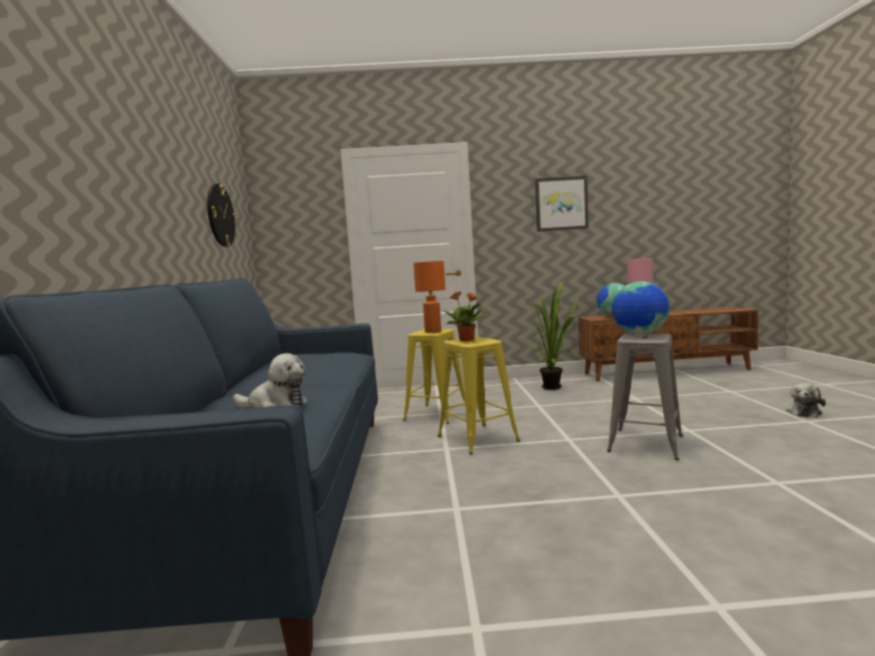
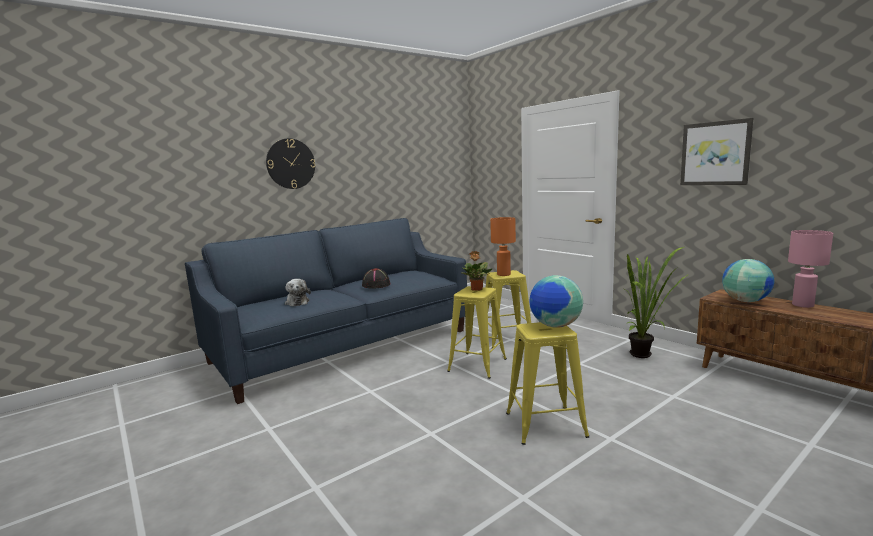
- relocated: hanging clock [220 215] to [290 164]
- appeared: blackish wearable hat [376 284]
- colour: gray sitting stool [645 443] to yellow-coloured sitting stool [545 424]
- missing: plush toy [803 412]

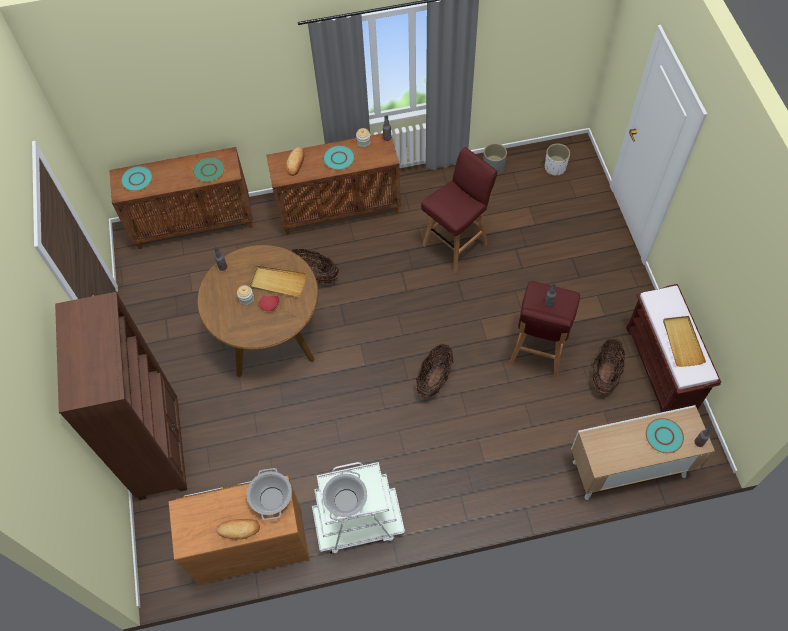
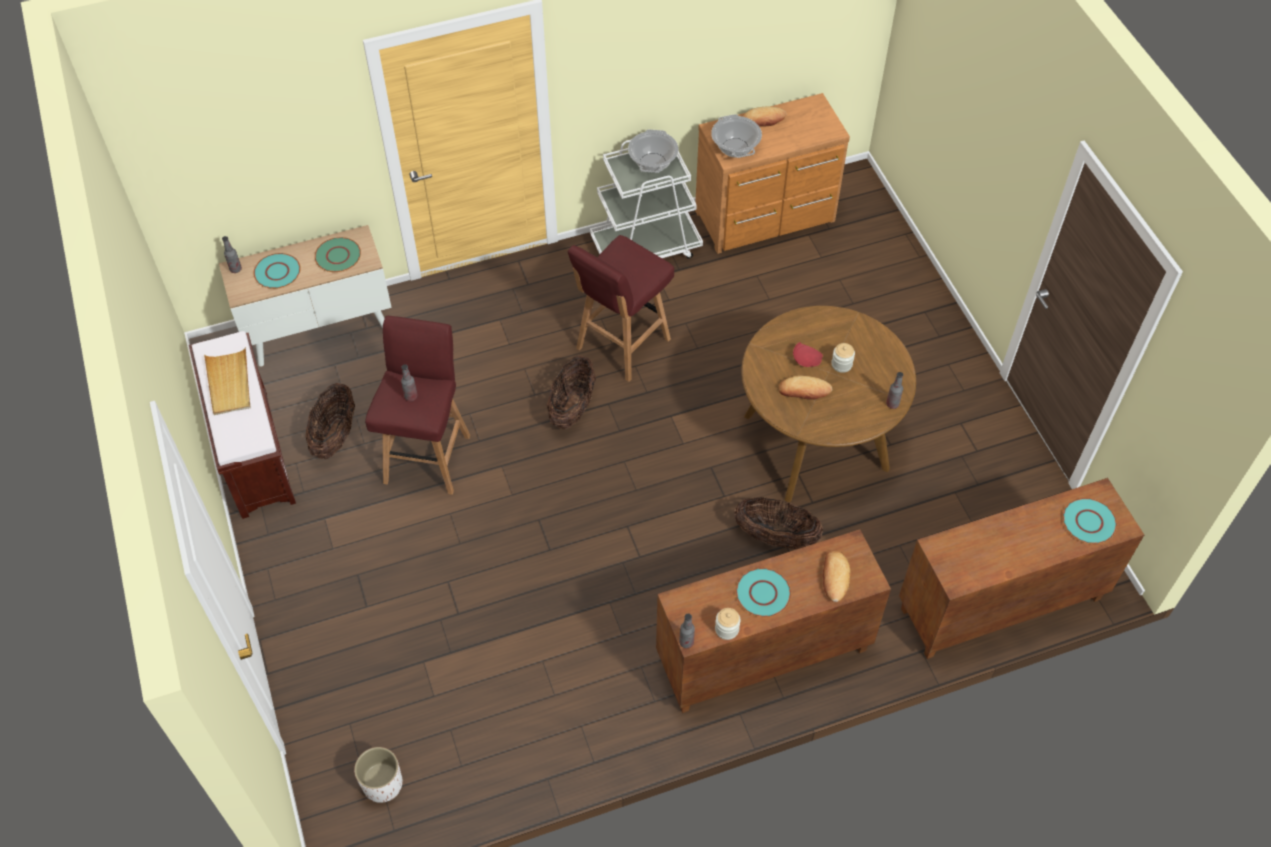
- relocated: greenish dinner plate [209 170] to [338 255]
- relocated: red sitting stool [456 244] to [621 345]
- exchanged: beige serving tray [278 282] to bakery bread [804 390]
- missing: brown shelving unit [160 449]
- missing: gray flower pot [493 167]

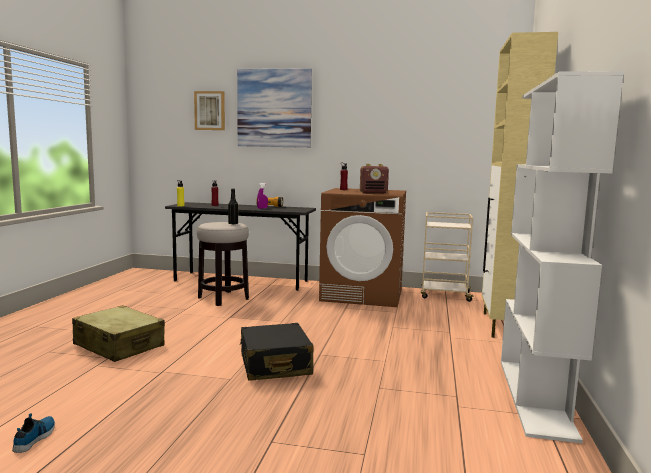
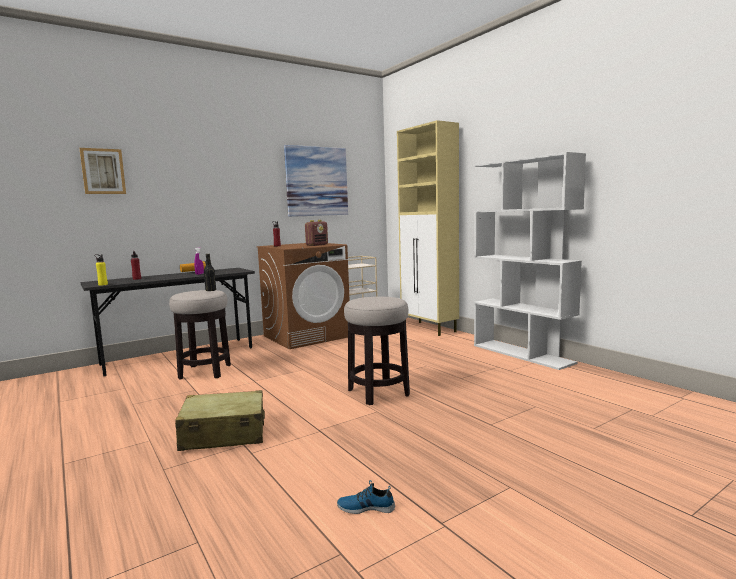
- relocated: picture [274 108] to [316 181]
- spun: item of footwear [36 437] = [366 507] 45 degrees counterclockwise
- exchanged: blackish piece of luggage [275 365] to sitting stool [378 392]

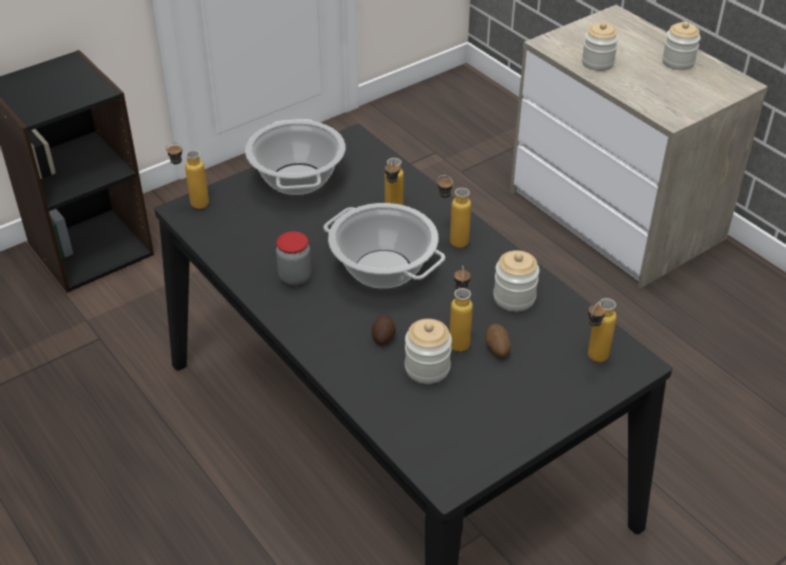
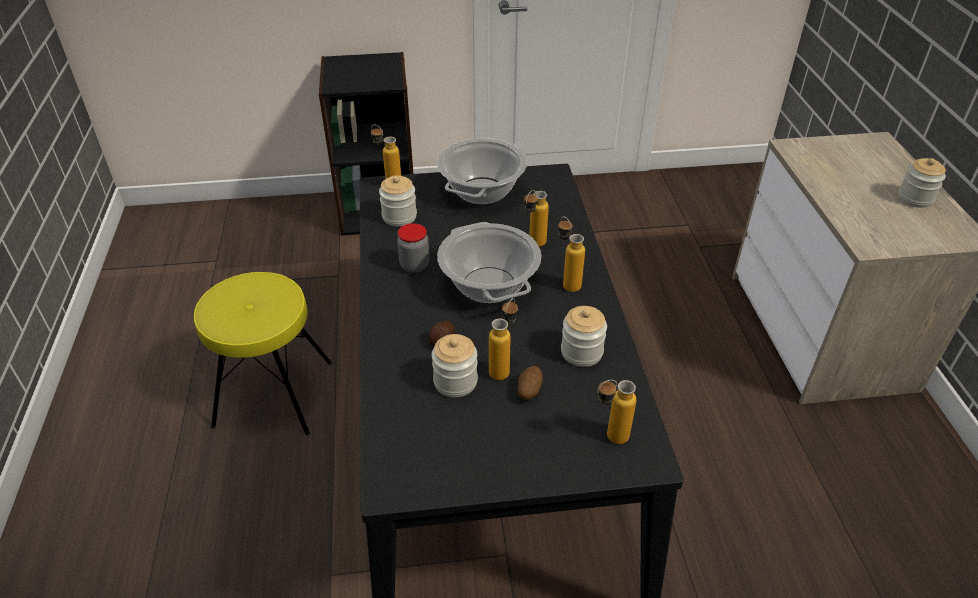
- appeared: yellow-coloured sitting stool [273 393]
- relocated: storage jar [597 63] to [399 216]

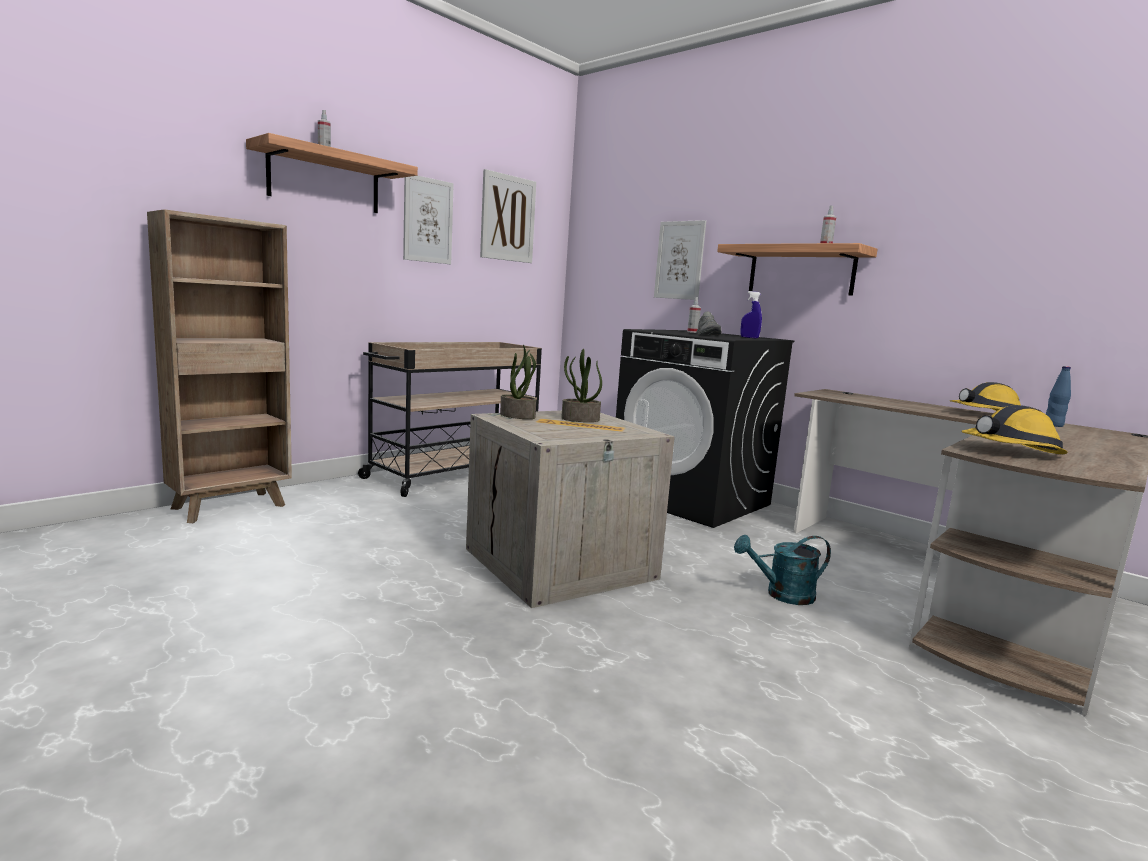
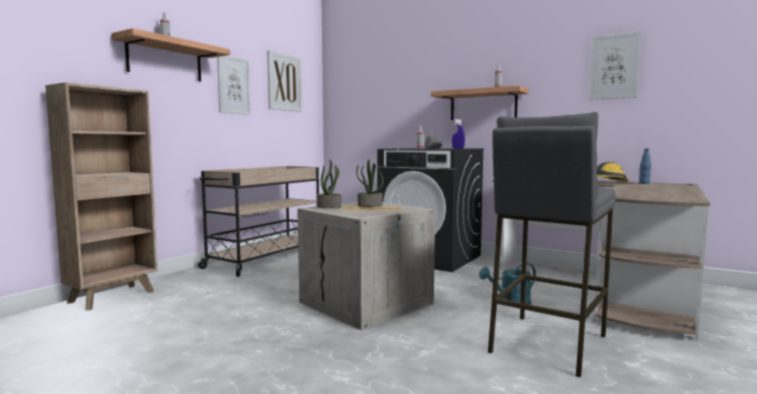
- appeared: gray sitting stool [546 343]
- relocated: picture [679 260] to [614 66]
- missing: safety helmet [1010 451]

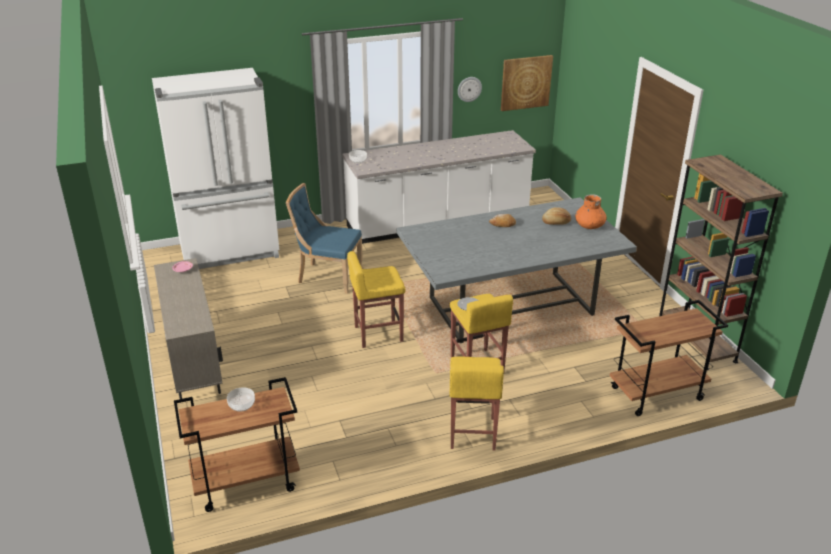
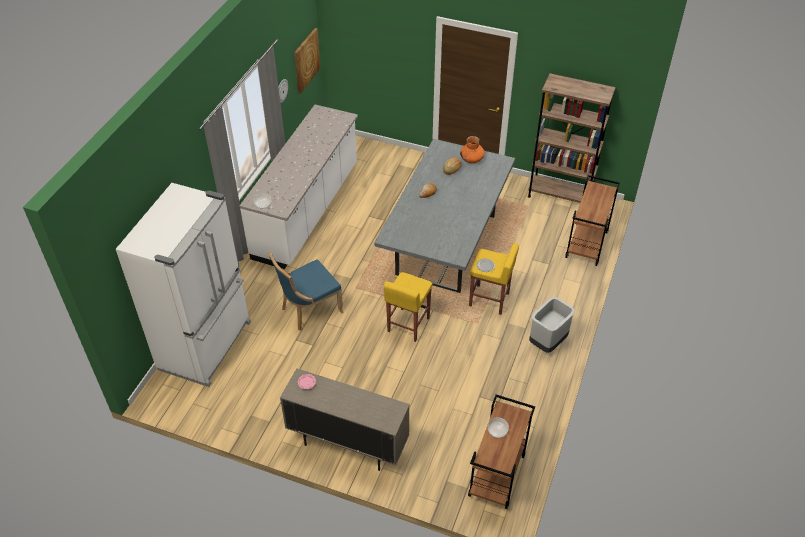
- exchanged: yellow-coloured sitting stool [472 433] to gray rubbish bin [548 342]

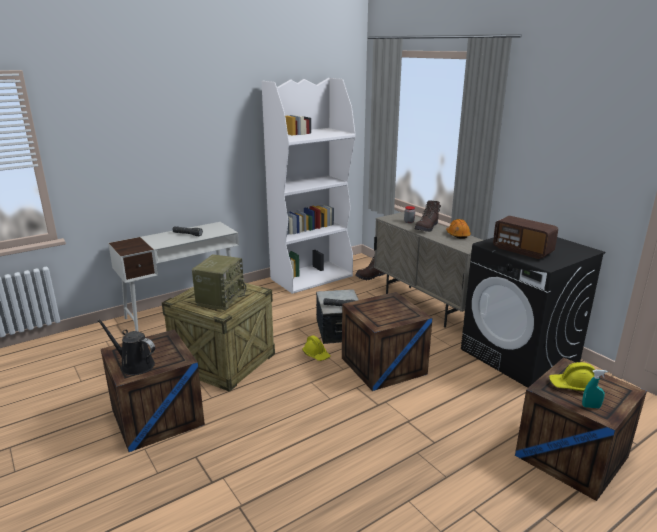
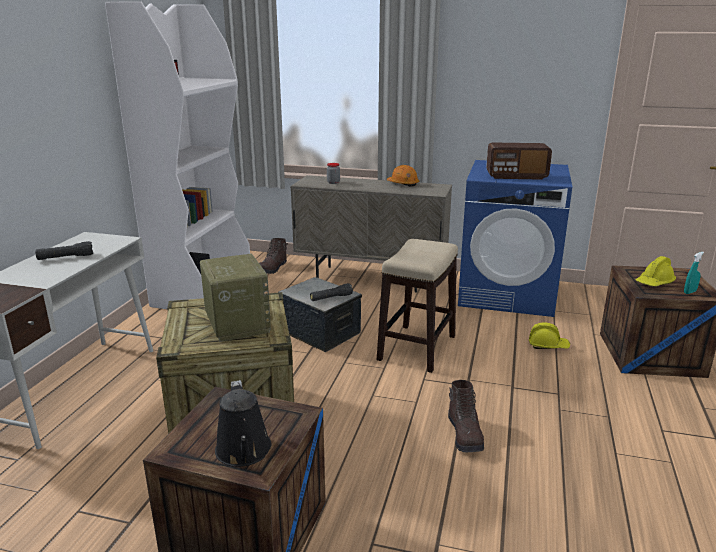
- spun: blackish sprinkling can [134 365] = [244 452] 90 degrees counterclockwise
- exchanged: crate [383 366] to sitting stool [417 348]
- relocated: brown high-top boot [427 228] to [465 435]
- colour: blackish laundry machine [520 356] to blue laundry machine [507 294]
- relocated: yellow-coloured safety helmet [316 355] to [548 345]

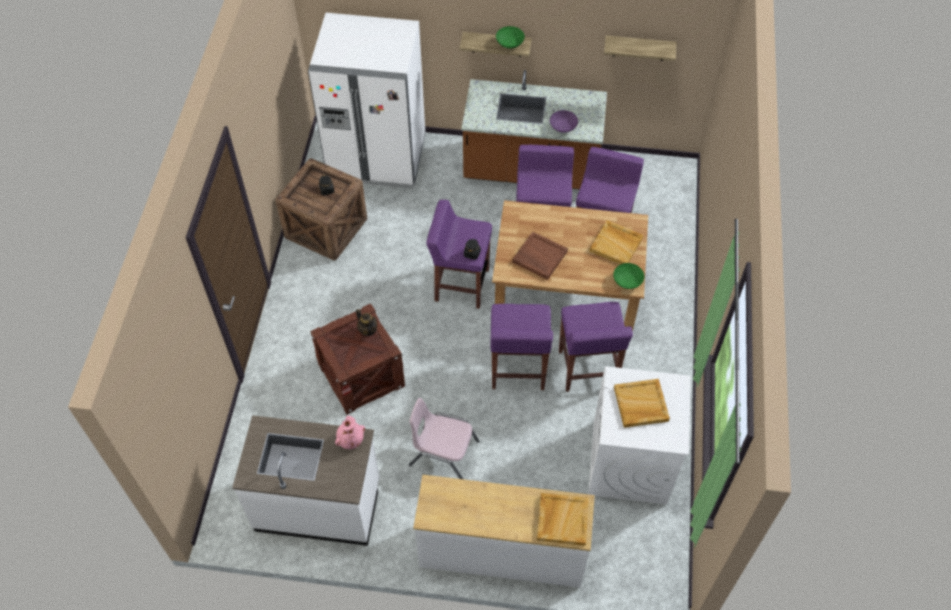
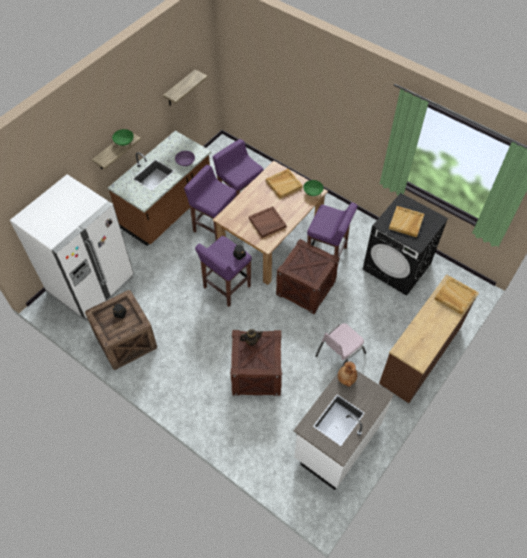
- exchanged: purplish sitting stool [517 370] to crate [306 288]
- colour: pink-coloured flower vase [350 440] to brown flower vase [346 379]
- colour: white laundry machine [629 462] to blackish laundry machine [397 266]
- colour: white chest of drawers [502 553] to brown chest of drawers [420 355]

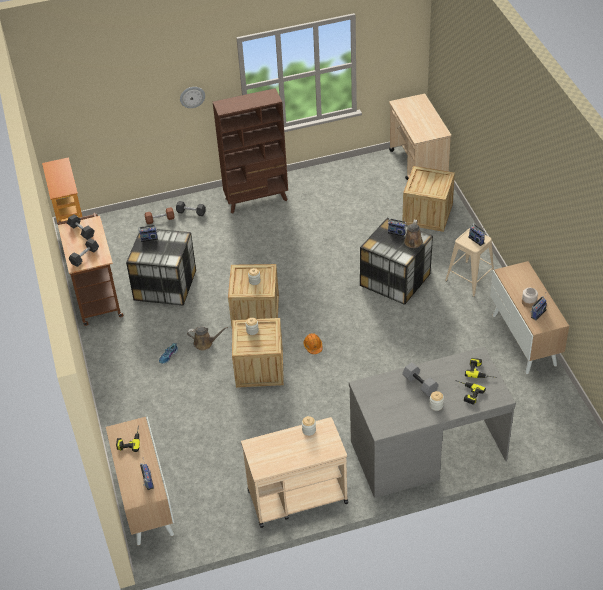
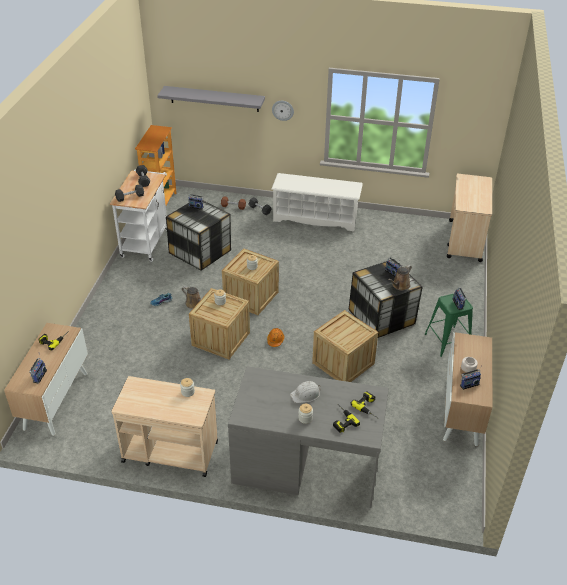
- colour: brown wheeled cart [96 296] to white wheeled cart [146 241]
- appeared: gray bracket shelf [214 99]
- exchanged: brown shelving unit [257 199] to white shoe stand [316 218]
- exchanged: gray dumbbell [420 384] to white safety helmet [306 394]
- relocated: crate [427 214] to [343 363]
- colour: beige sitting stool [470 279] to greenish sitting stool [447 341]

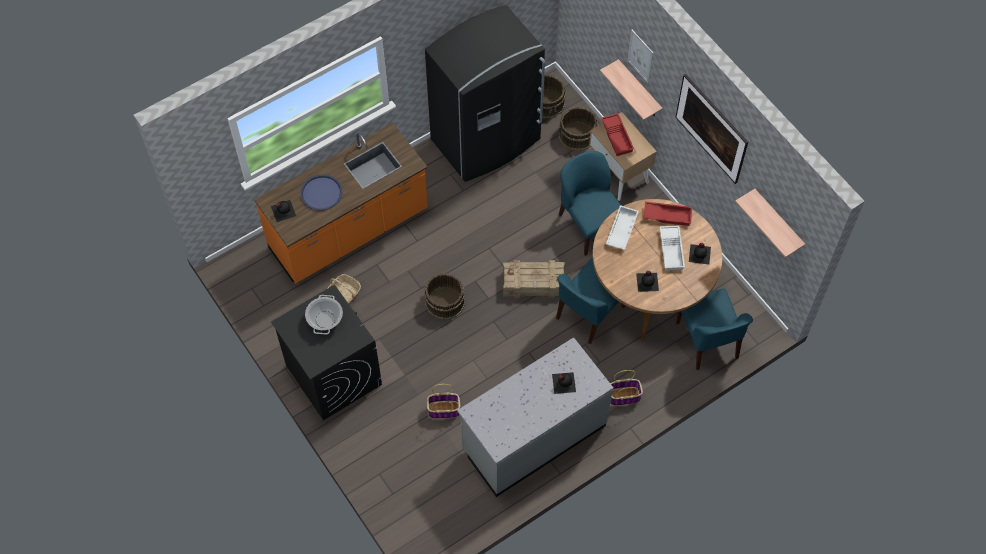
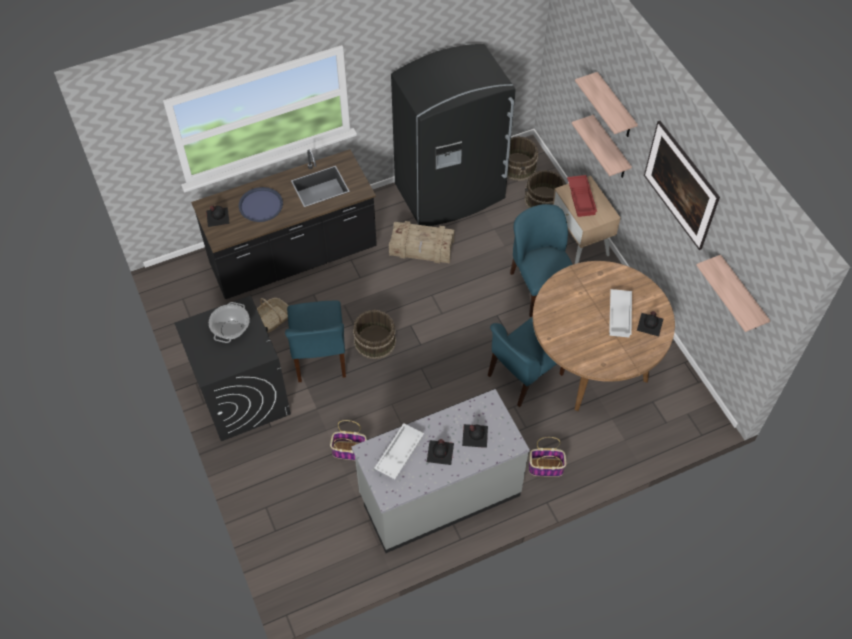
- colour: orange-coloured kitchen base unit [349 231] to blackish kitchen base unit [293 258]
- relocated: blue plain chair [707 341] to [320 356]
- relocated: white serving tray [621 230] to [399 453]
- relocated: crate [534 284] to [422 248]
- relocated: blackish drink bottle [647 281] to [440 452]
- exchanged: picture [640 56] to bracket shelf [615 107]
- missing: red serving tray [667 215]

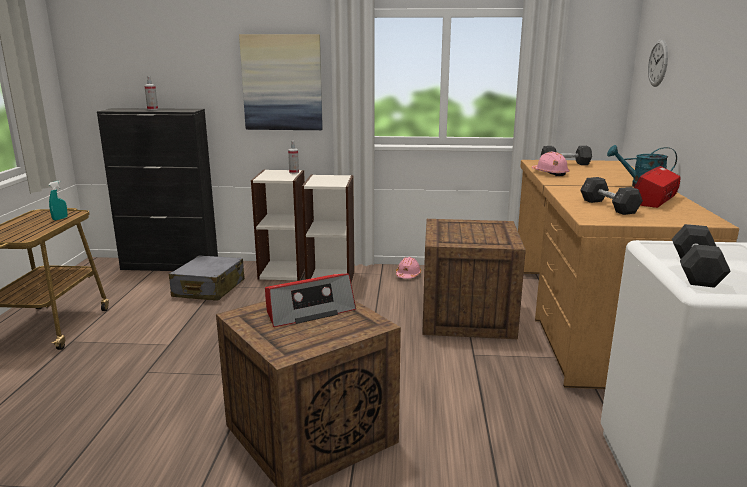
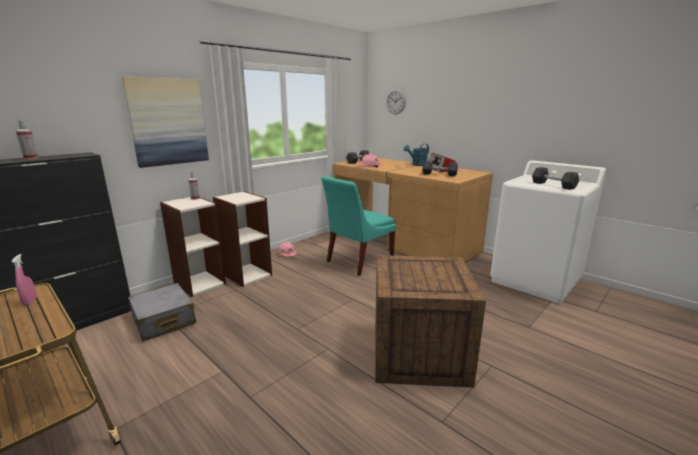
- colour: turquoise hand sprayer [60 219] to pink-coloured hand sprayer [30 301]
- exchanged: crate [465 315] to turquoise plain chair [357 261]
- missing: radio receiver [309 311]

